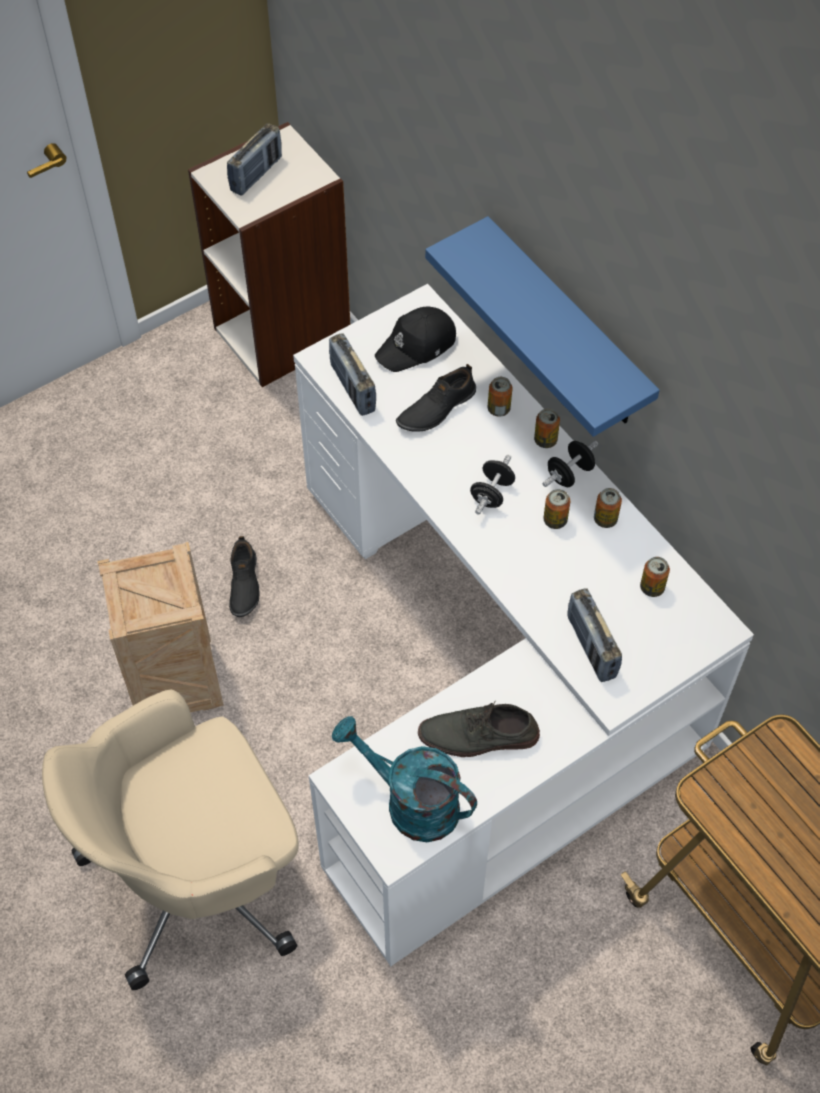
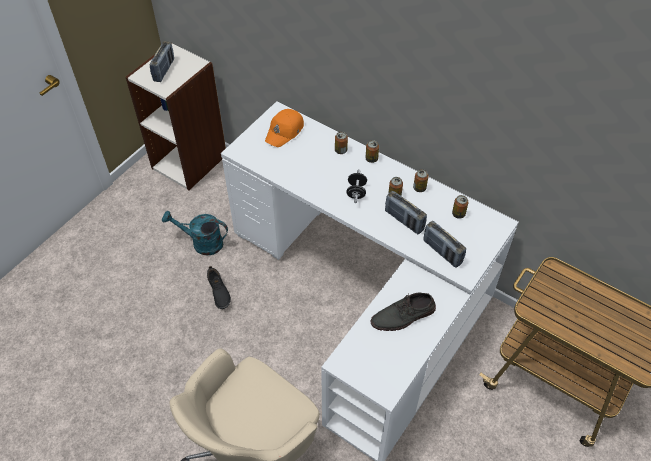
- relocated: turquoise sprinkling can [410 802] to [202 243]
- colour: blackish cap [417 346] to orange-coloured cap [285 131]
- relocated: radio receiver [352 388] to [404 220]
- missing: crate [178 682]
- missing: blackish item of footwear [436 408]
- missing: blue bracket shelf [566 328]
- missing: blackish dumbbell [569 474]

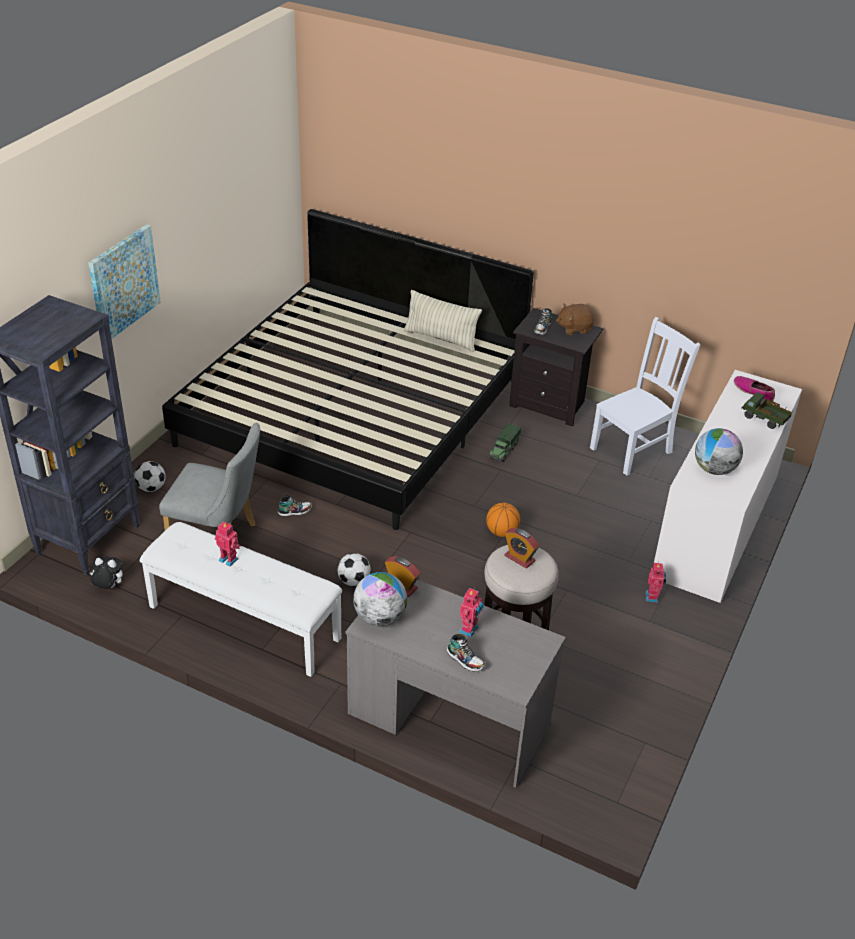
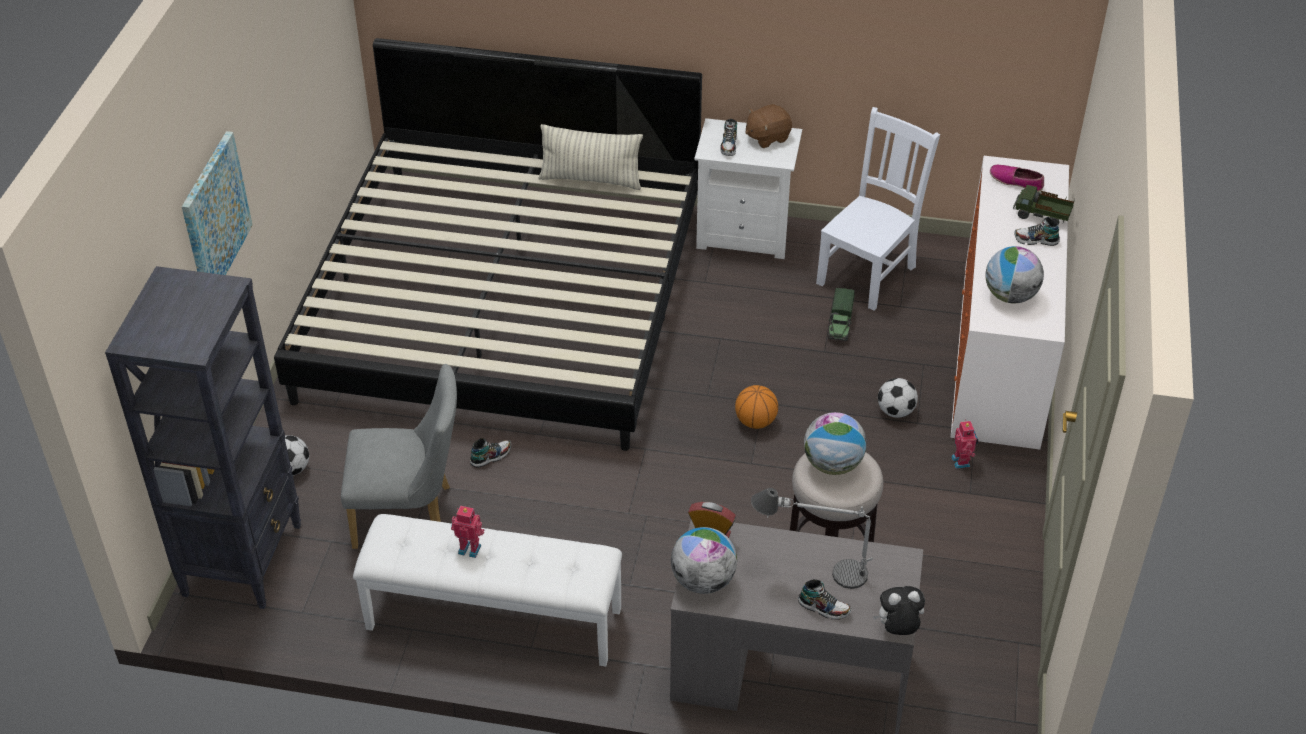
- colour: blackish night table [550 404] to white night table [745 234]
- exchanged: robot figure [469 629] to lamp for a table [812 569]
- exchanged: bedside clock [519 558] to globe [832 464]
- relocated: toy lorry [503 451] to [840 325]
- relocated: plush toy [108 587] to [897 629]
- relocated: football [354 581] to [895 411]
- appeared: item of footwear [1036 240]

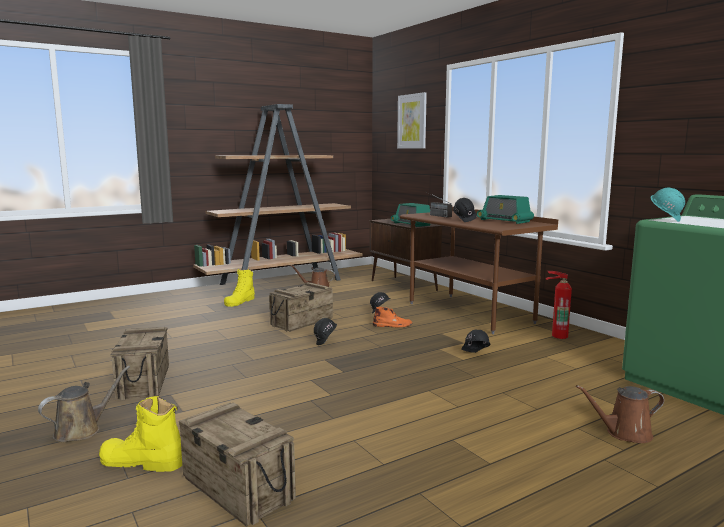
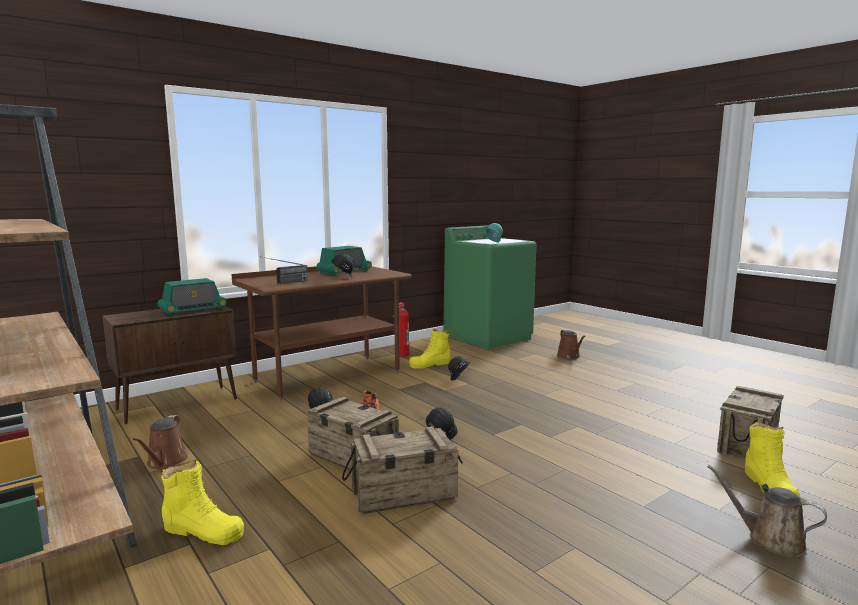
- relocated: crate [143 382] to [404 494]
- appeared: yellow-coloured high-top boot [430 364]
- missing: picture [412 121]

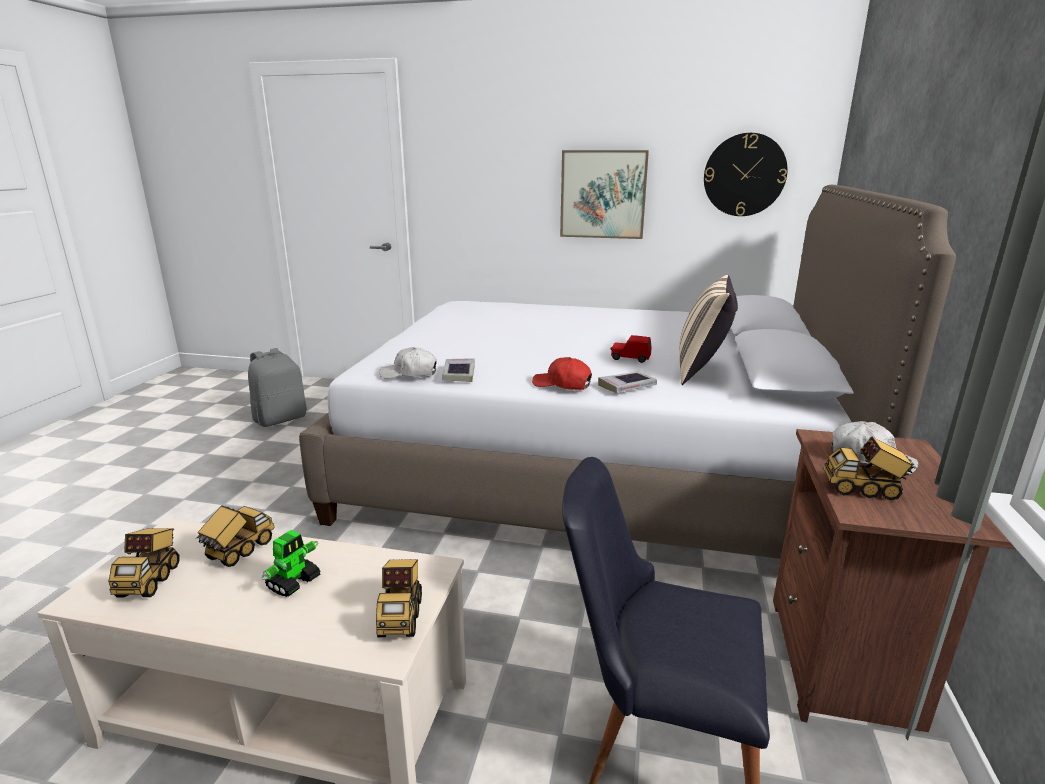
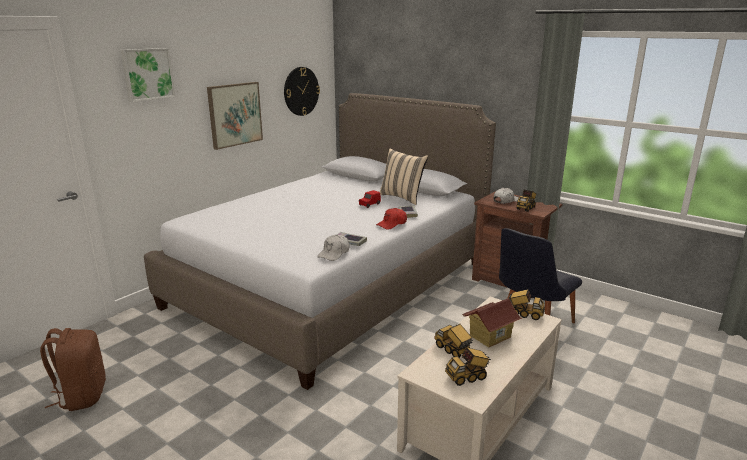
- colour: gray knapsack [281 419] to brown knapsack [82 395]
- appeared: picture [147 74]
- spun: toy lorry [150 579] = [467 377] 135 degrees clockwise
- exchanged: robot figure [294 582] to miniature house [489 336]

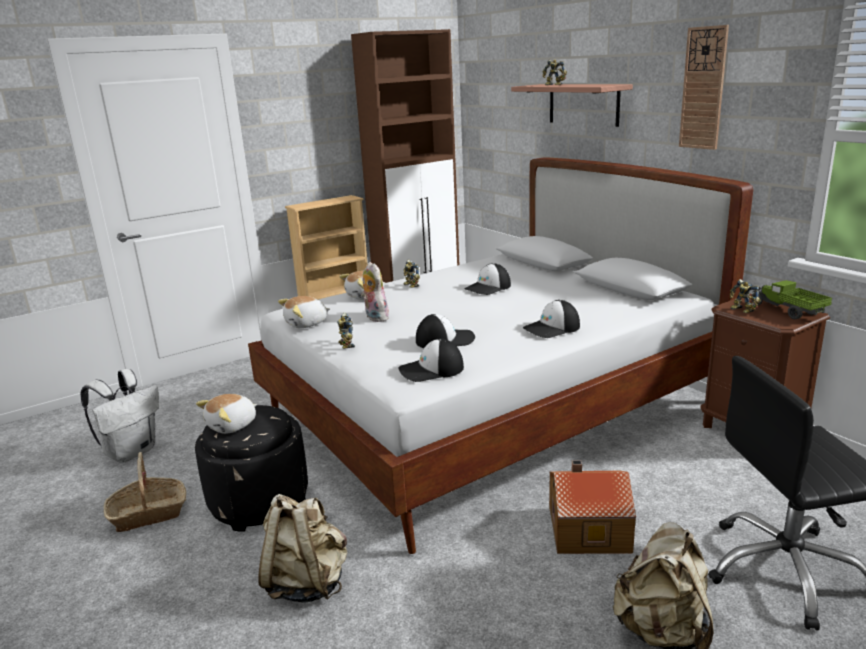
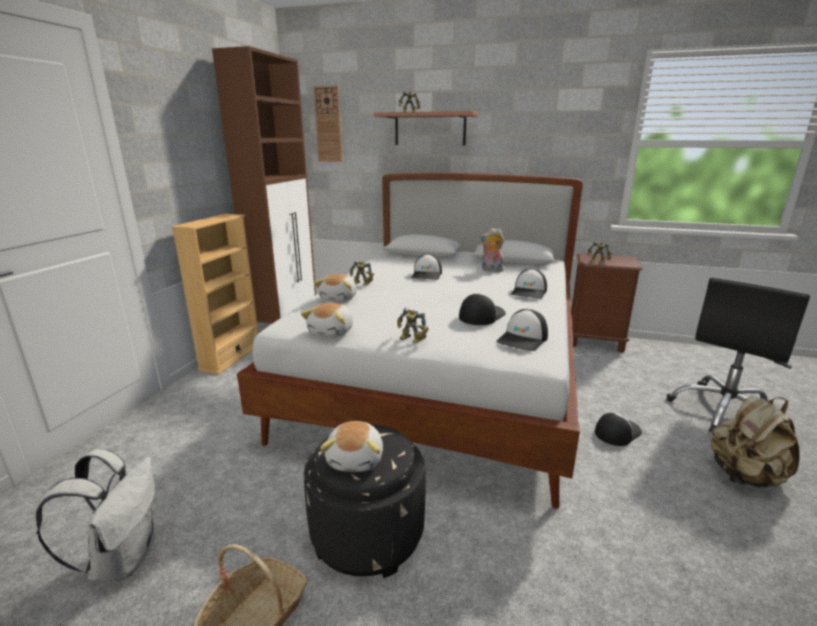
- relocated: hanging clock [703 88] to [328 125]
- relocated: plush toy [375 317] to [491 270]
- exchanged: miniature house [587 528] to cap [617 432]
- missing: beige knapsack [307 583]
- missing: toy lorry [787 311]

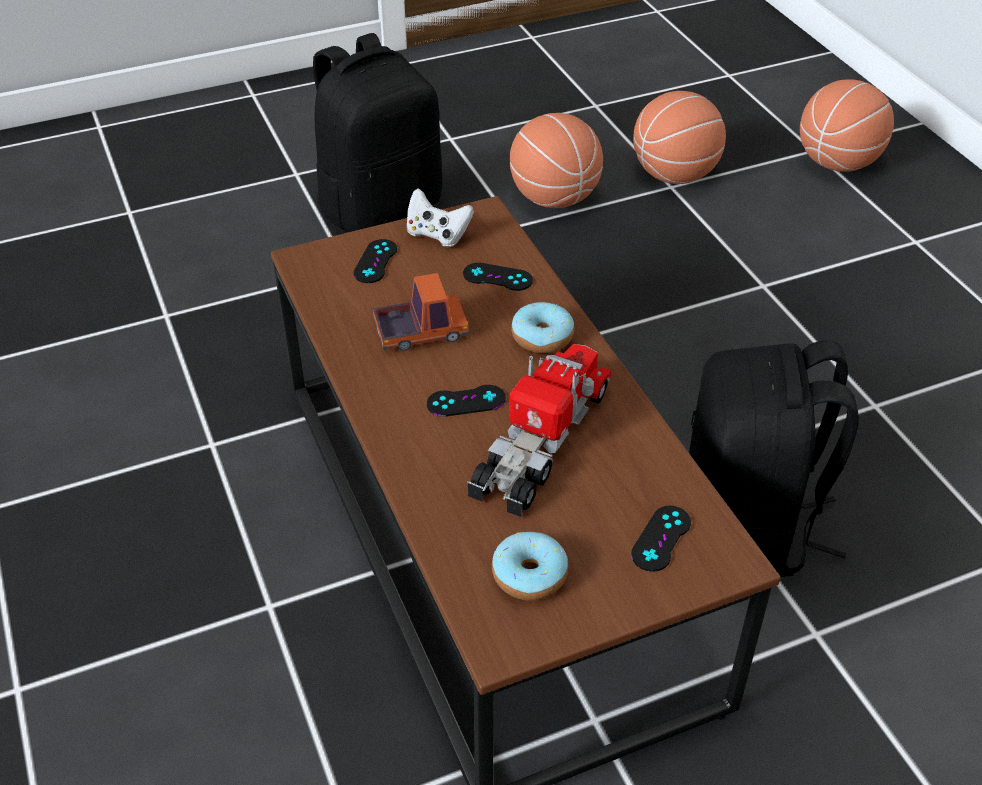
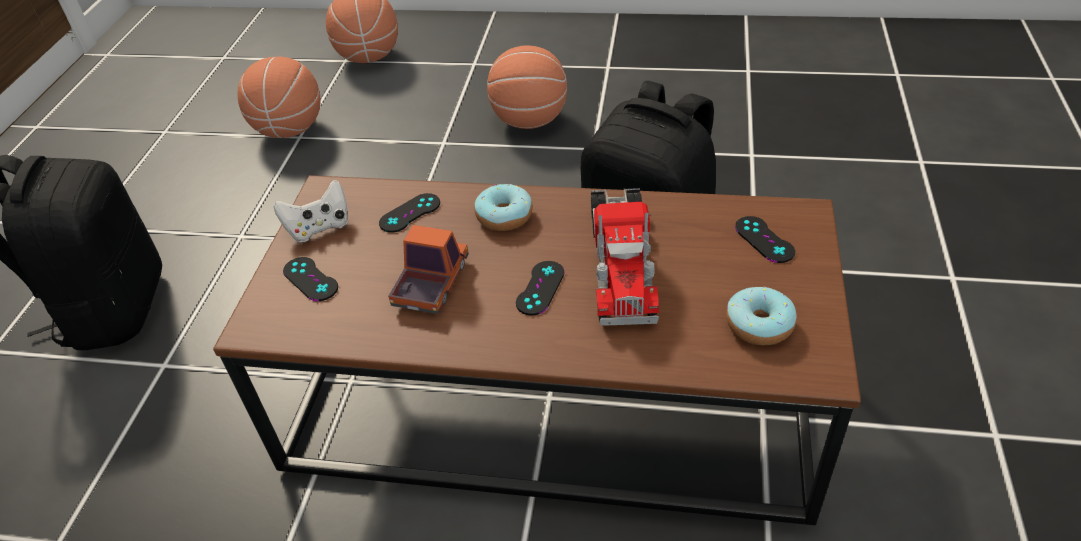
- relocated: basketball ball [554 198] to [529 120]
- spun: toy lorry [541 441] = [620 262] 150 degrees counterclockwise

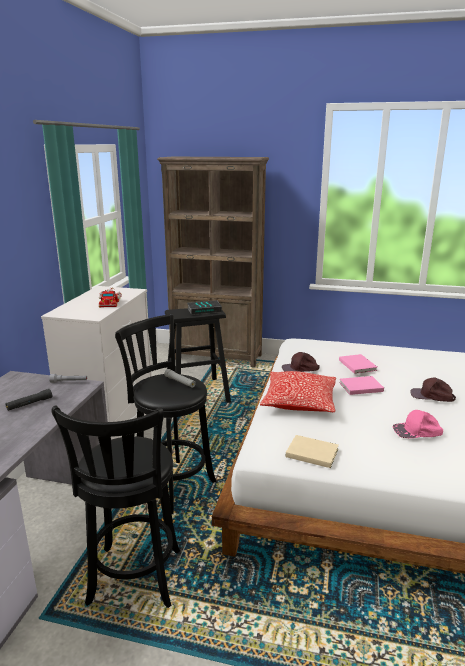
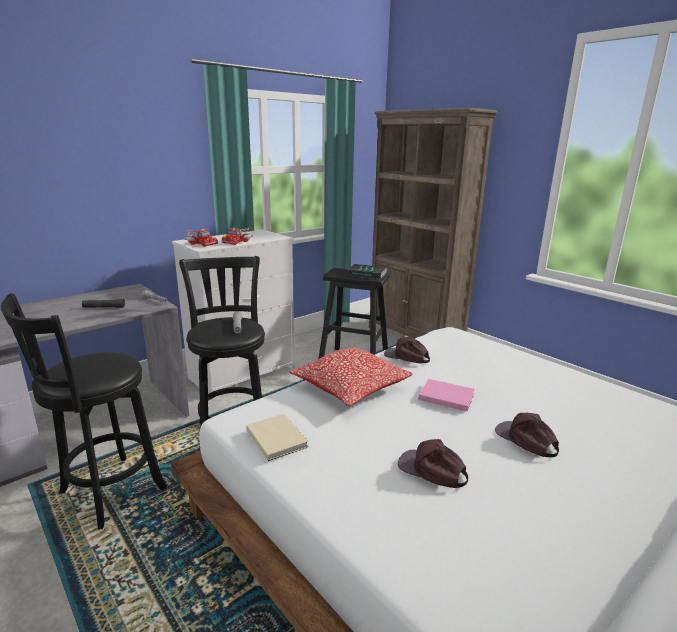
- appeared: toy lorry [199 243]
- colour: pink-coloured cap [417 431] to brown cap [432 470]
- missing: pink-coloured bound book [357 365]

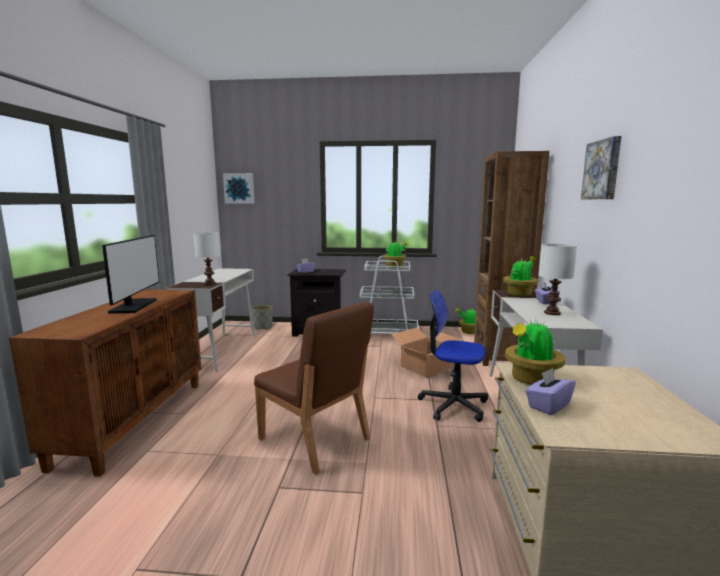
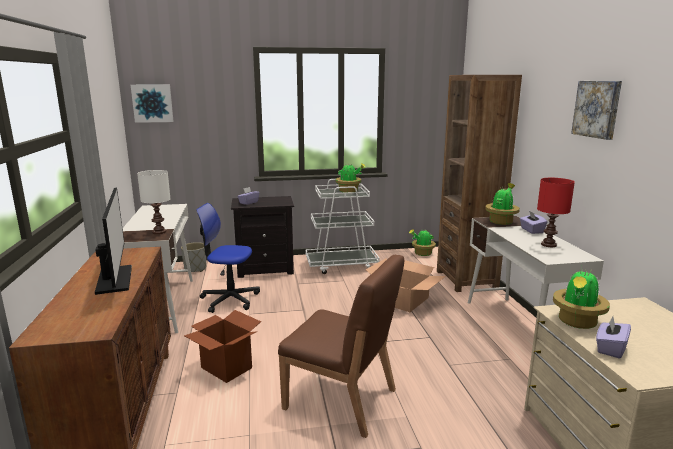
- appeared: cardboard box [226 368]
- relocated: desk chair [453 405] to [229 299]
- colour: white lamp for a table [552 313] to red lamp for a table [548 245]

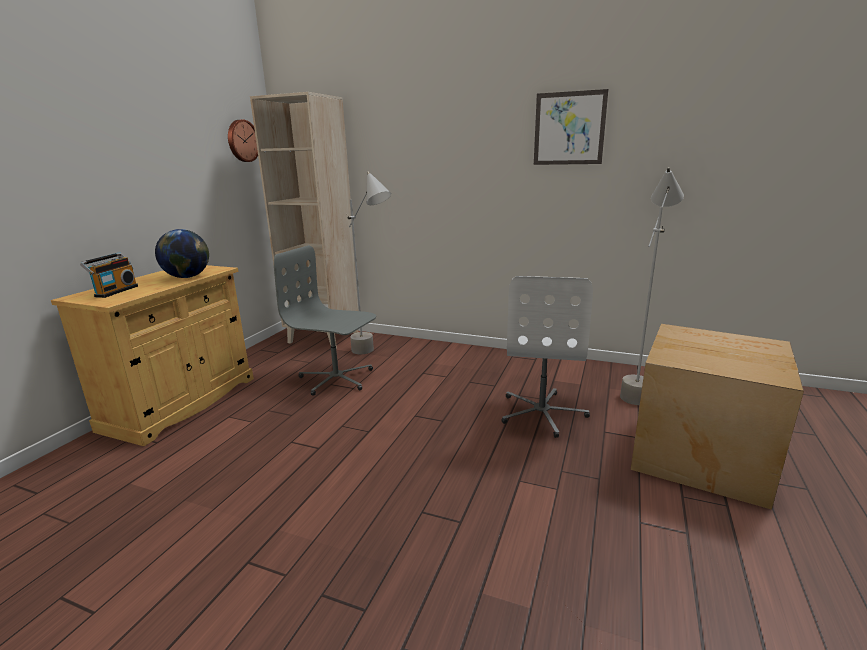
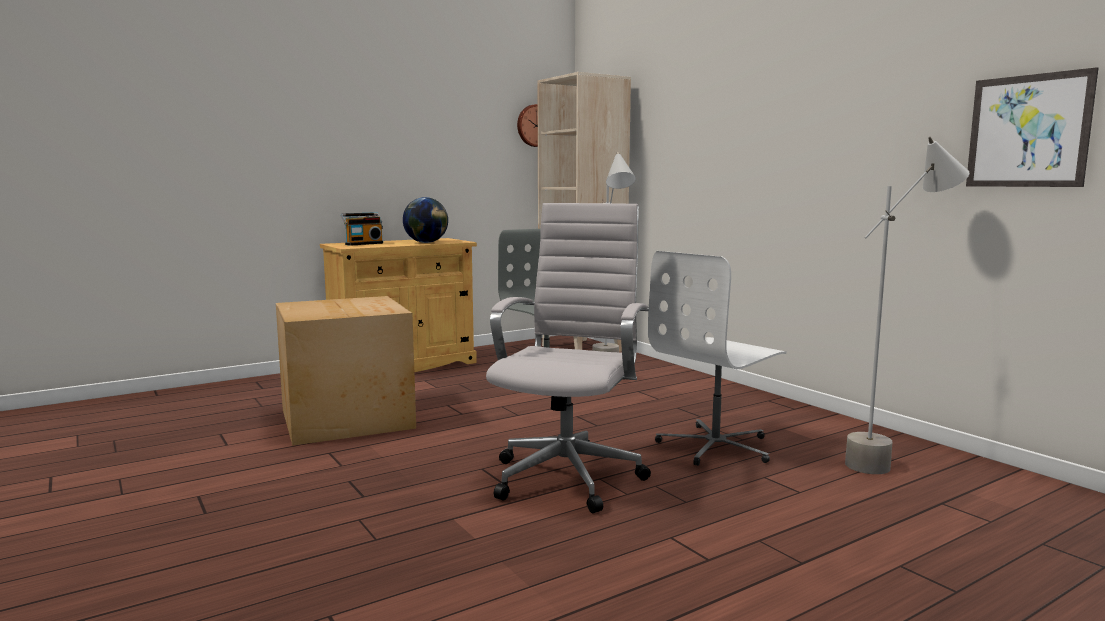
- relocated: cardboard box [698 454] to [348 418]
- appeared: white desk chair [569 476]
- relocated: picture [569 128] to [1028 131]

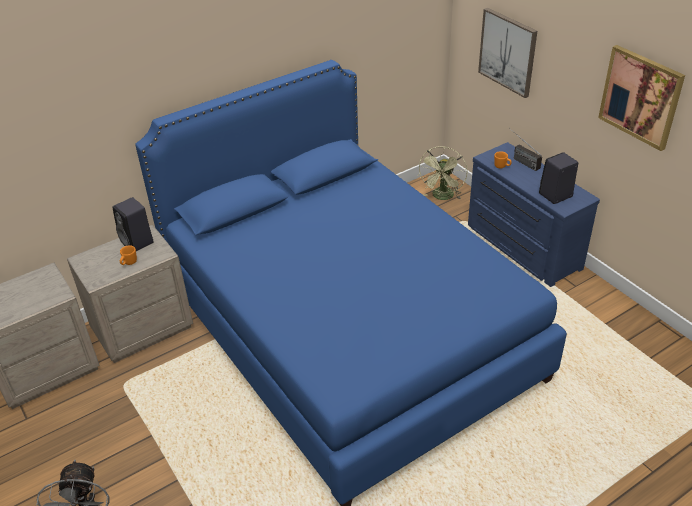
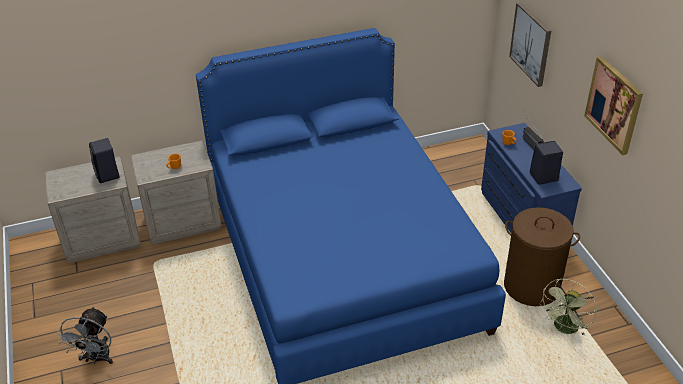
- relocated: blackish audio speaker [138 242] to [108 175]
- appeared: brown washing basket [531 286]
- relocated: greenish fan [442 197] to [564 329]

